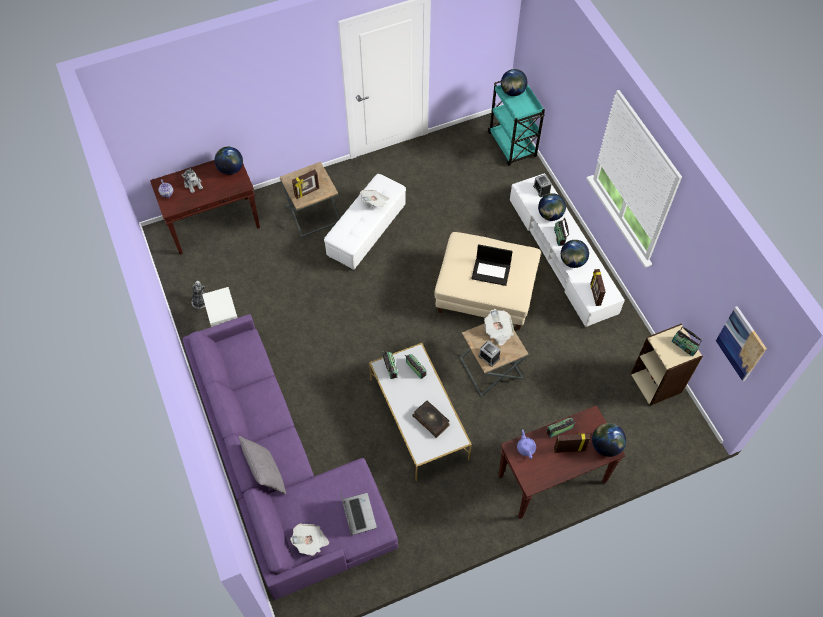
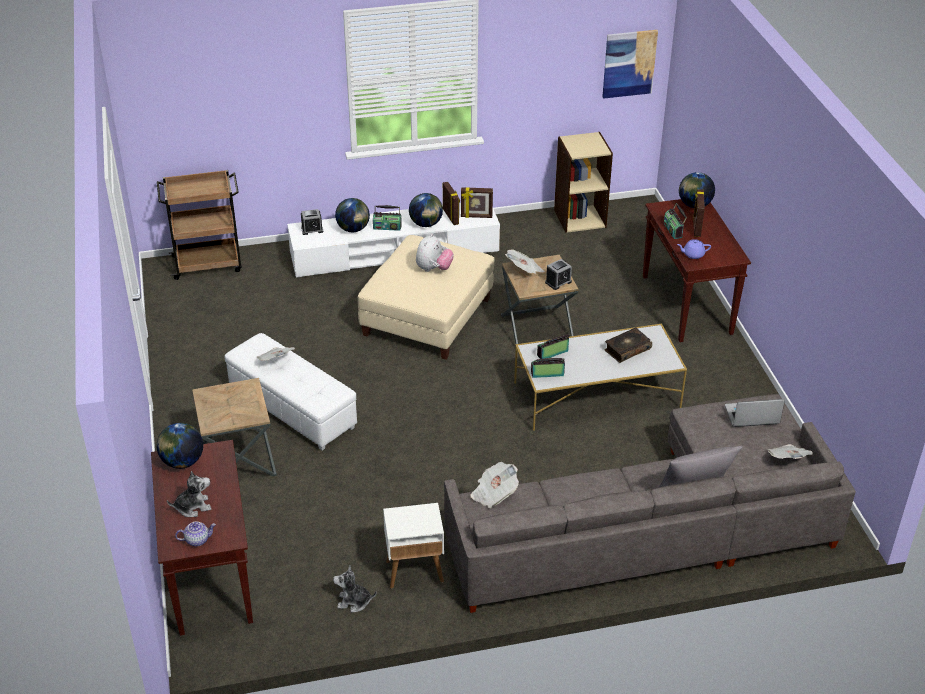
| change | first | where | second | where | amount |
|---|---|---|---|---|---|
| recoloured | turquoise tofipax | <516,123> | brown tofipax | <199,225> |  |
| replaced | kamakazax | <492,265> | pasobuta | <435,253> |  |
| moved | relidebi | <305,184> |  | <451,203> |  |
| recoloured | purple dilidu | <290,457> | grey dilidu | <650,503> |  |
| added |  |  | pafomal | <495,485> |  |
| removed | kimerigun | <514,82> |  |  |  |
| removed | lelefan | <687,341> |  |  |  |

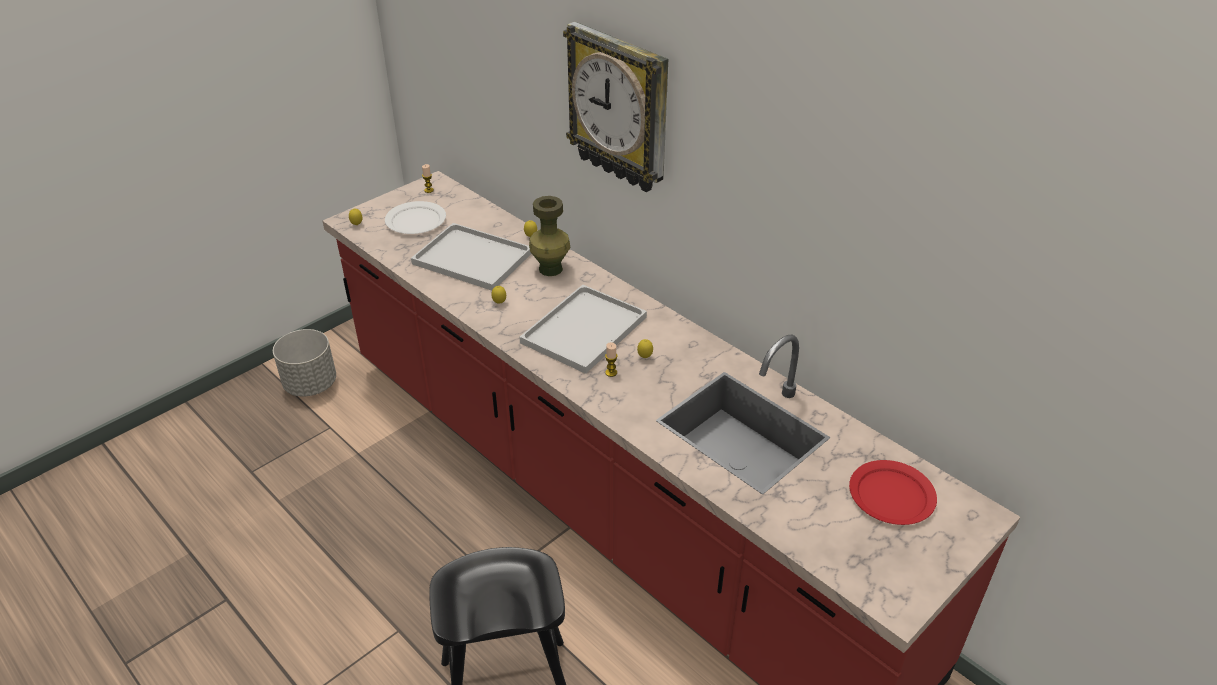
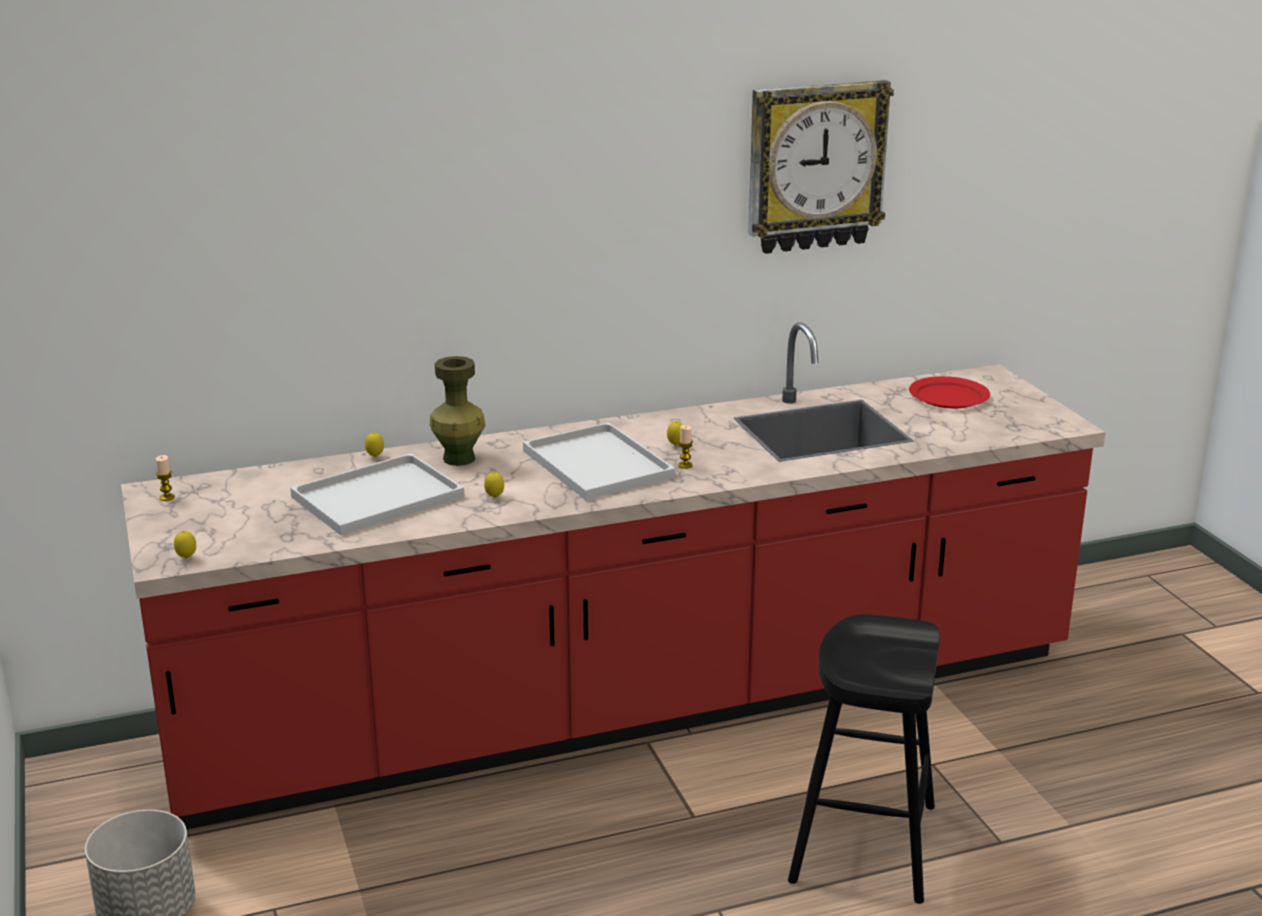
| change | first | where | second | where | amount |
|---|---|---|---|---|---|
| moved | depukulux | <615,107> |  | <821,167> |  |
| removed | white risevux | <415,217> |  |  |  |

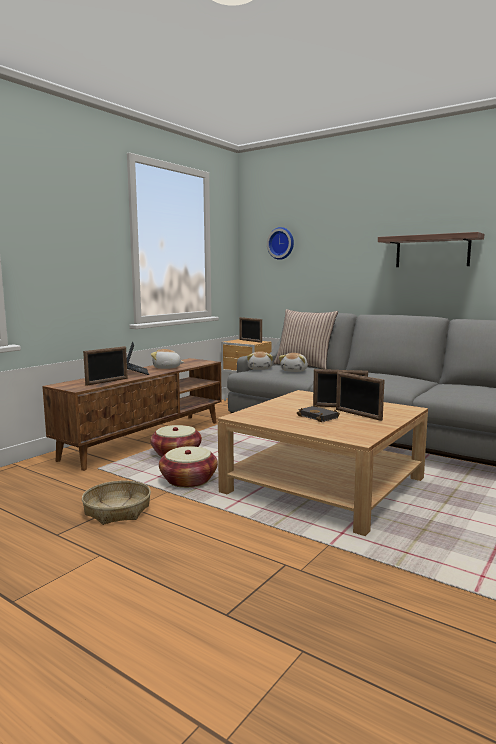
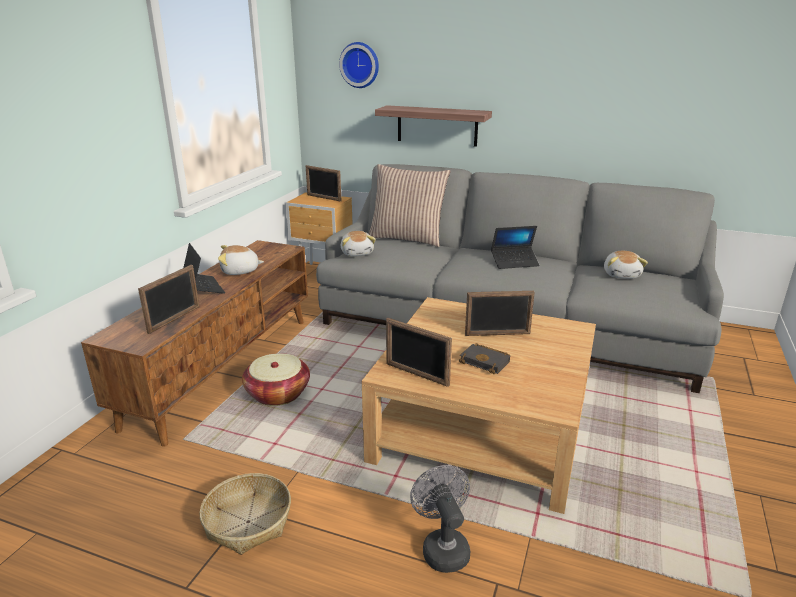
| change | first | where | second | where | amount |
|---|---|---|---|---|---|
| moved | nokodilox | <431,249> |  | <433,126> |  |
| moved | relidebi | <360,396> |  | <419,352> |  |
| added |  |  | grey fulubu | <440,519> |  |
| added |  |  | kamakazax | <515,247> |  |
| moved | pasobuta | <293,362> |  | <626,265> |  |
| removed | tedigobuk | <188,467> |  |  |  |

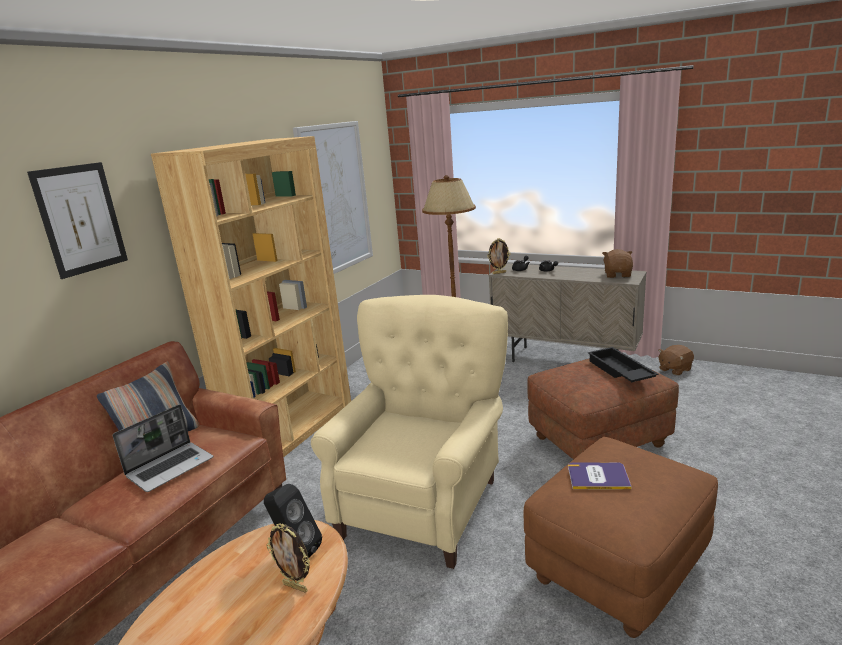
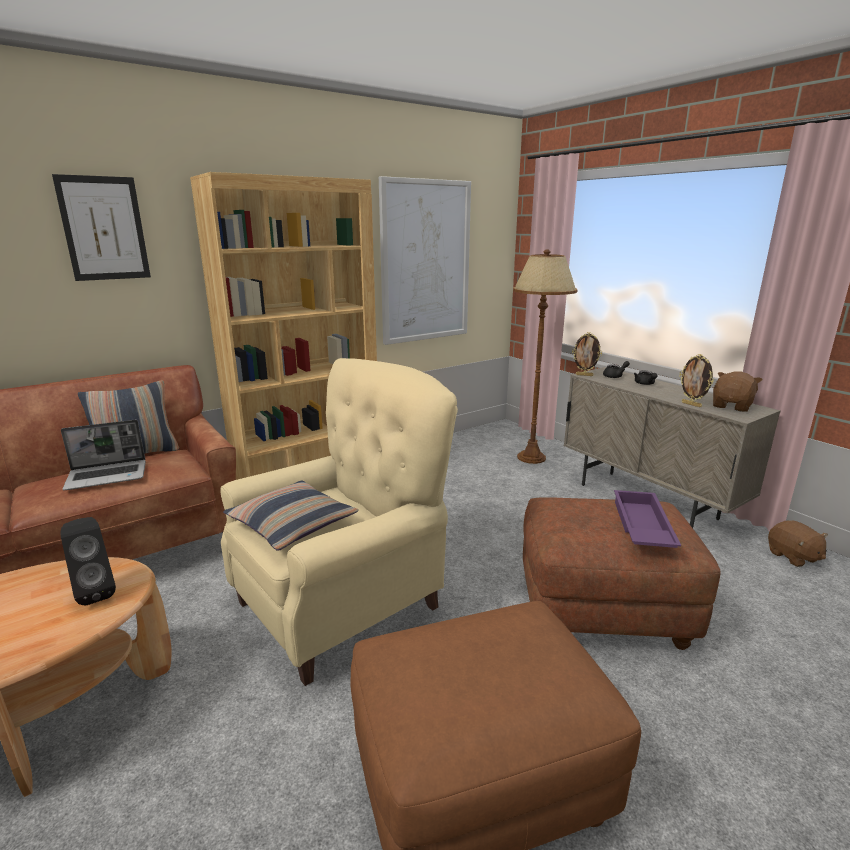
| change | first | where | second | where | amount |
|---|---|---|---|---|---|
| added |  |  | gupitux | <291,515> |  |
| recoloured | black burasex | <623,364> | purple burasex | <647,519> |  |
| moved | relidebi | <288,558> |  | <696,380> |  |
| turned | brown pasobuta | <676,360> |  | <798,543> | 105 degrees counterclockwise |
| removed | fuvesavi | <600,476> |  |  |  |

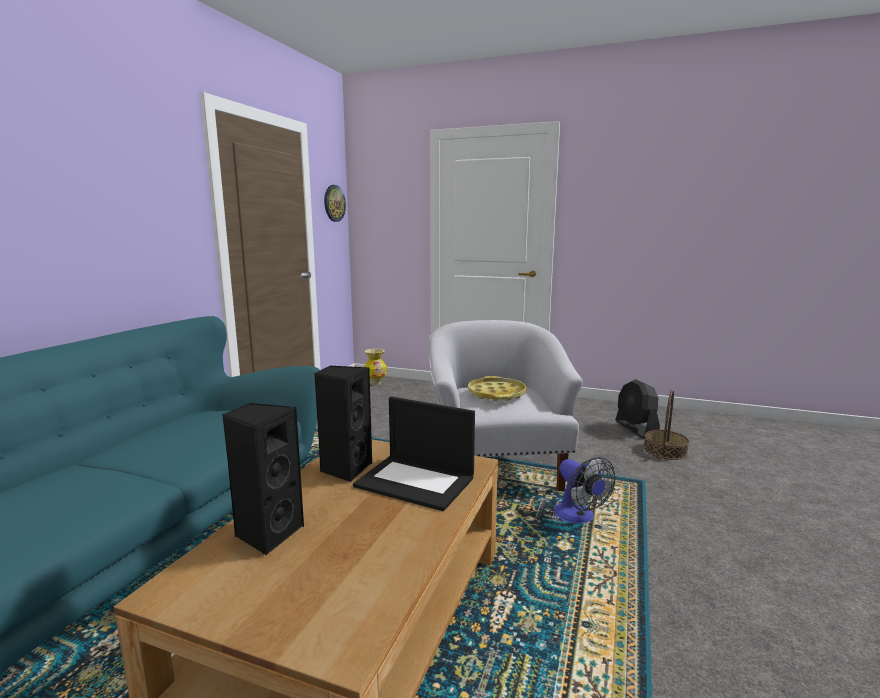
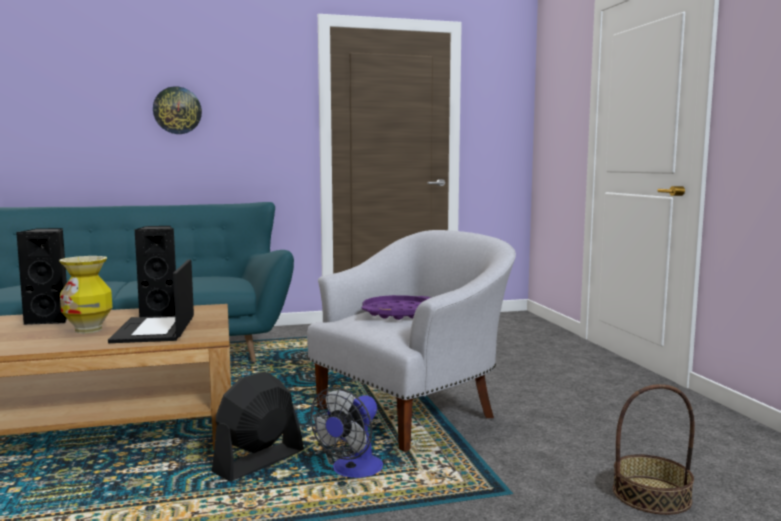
| change | first | where | second | where | amount |
|---|---|---|---|---|---|
| moved | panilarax | <375,367> |  | <86,294> |  |
| moved | depukulux | <335,203> |  | <177,110> |  |
| moved | black fulubu | <637,409> |  | <258,426> |  |
| recoloured | yellow burasex | <497,388> | purple burasex | <396,307> |  |

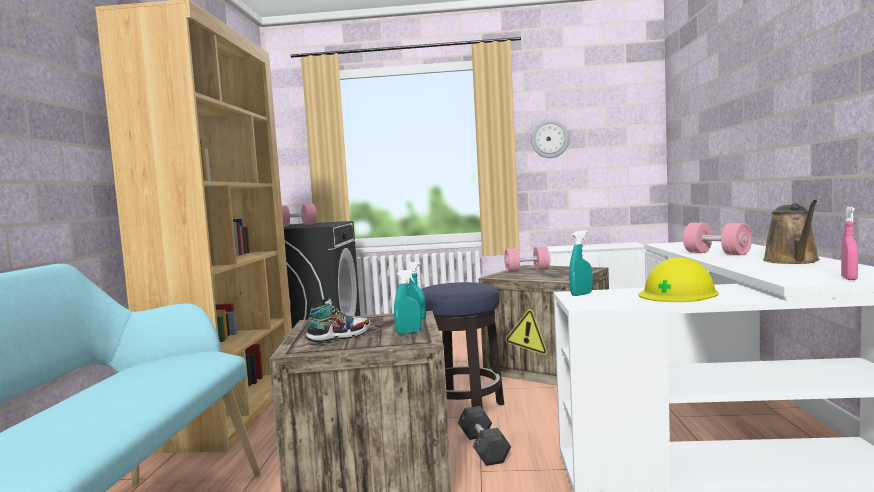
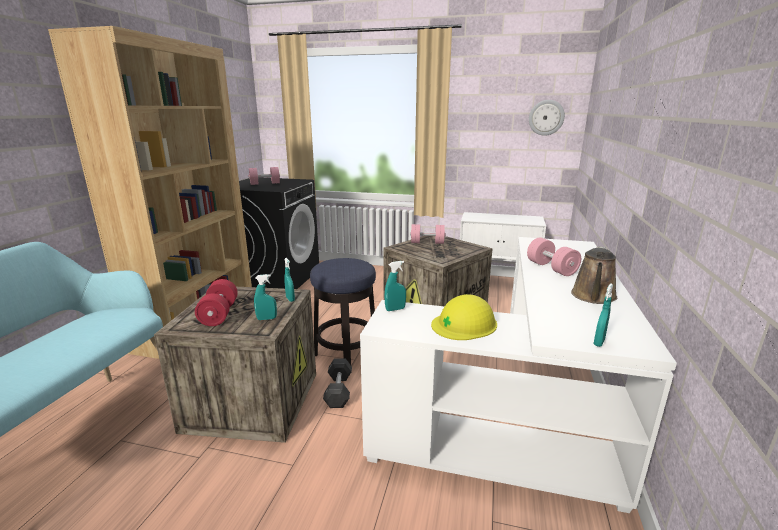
| change | first | where | second | where | amount |
|---|---|---|---|---|---|
| replaced | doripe | <338,319> | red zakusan | <216,302> |  |
| moved | depukulux | <550,139> |  | <547,118> |  |
| recoloured | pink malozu | <849,243> | turquoise malozu | <603,315> |  |

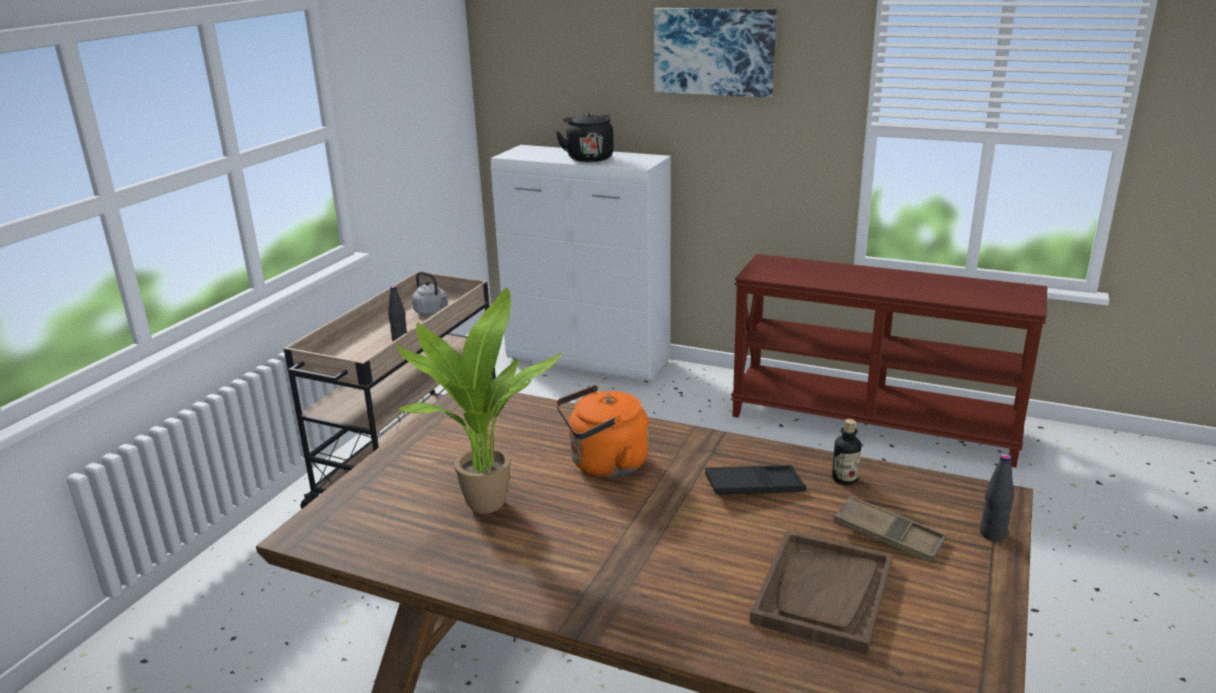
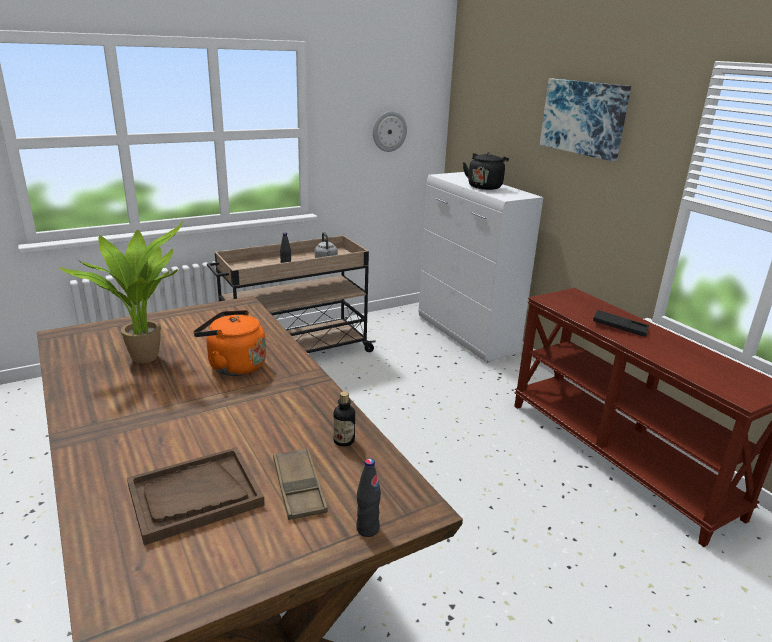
| change | first | where | second | where | amount |
|---|---|---|---|---|---|
| added |  |  | depukulux | <390,131> |  |
| moved | black burasex | <755,480> |  | <621,323> |  |

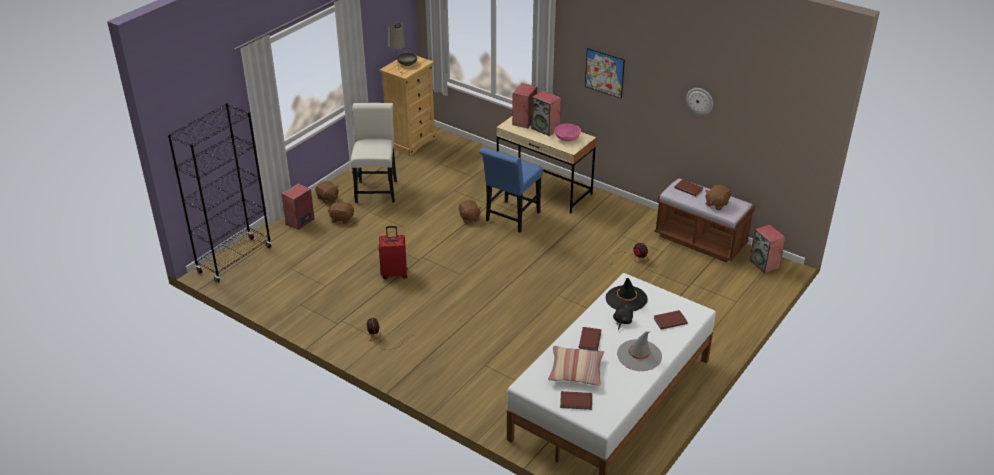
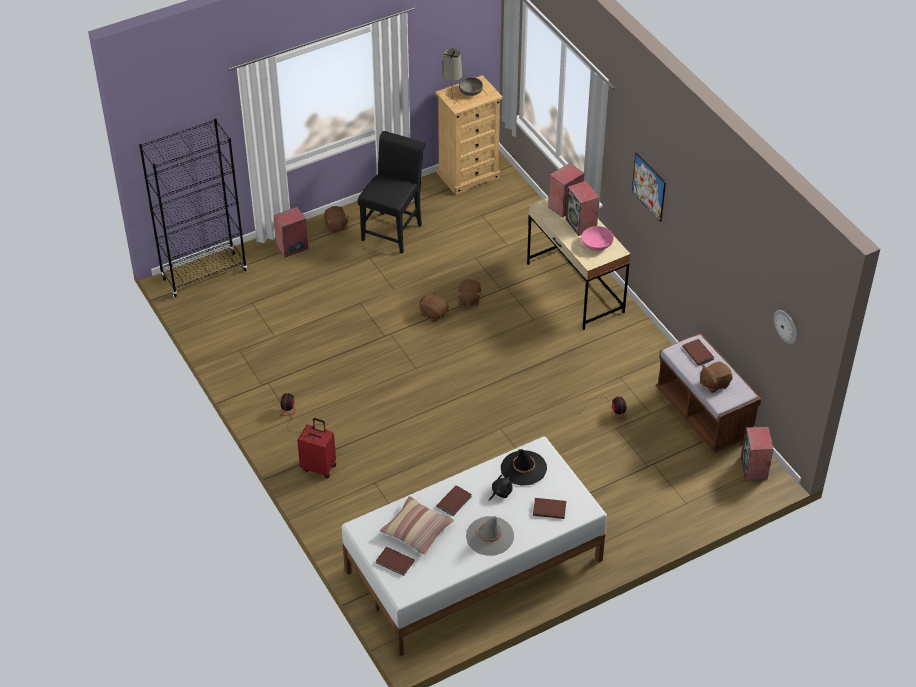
| change | first | where | second | where | amount |
|---|---|---|---|---|---|
| moved | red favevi | <393,252> |  | <316,448> |  |
| recoloured | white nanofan | <374,153> | black nanofan | <392,192> |  |
| moved | brown pasobuta | <341,212> |  | <433,307> |  |
| moved | depukulux | <699,101> |  | <785,327> |  |
| removed | blue nanofan | <511,189> |  |  |  |

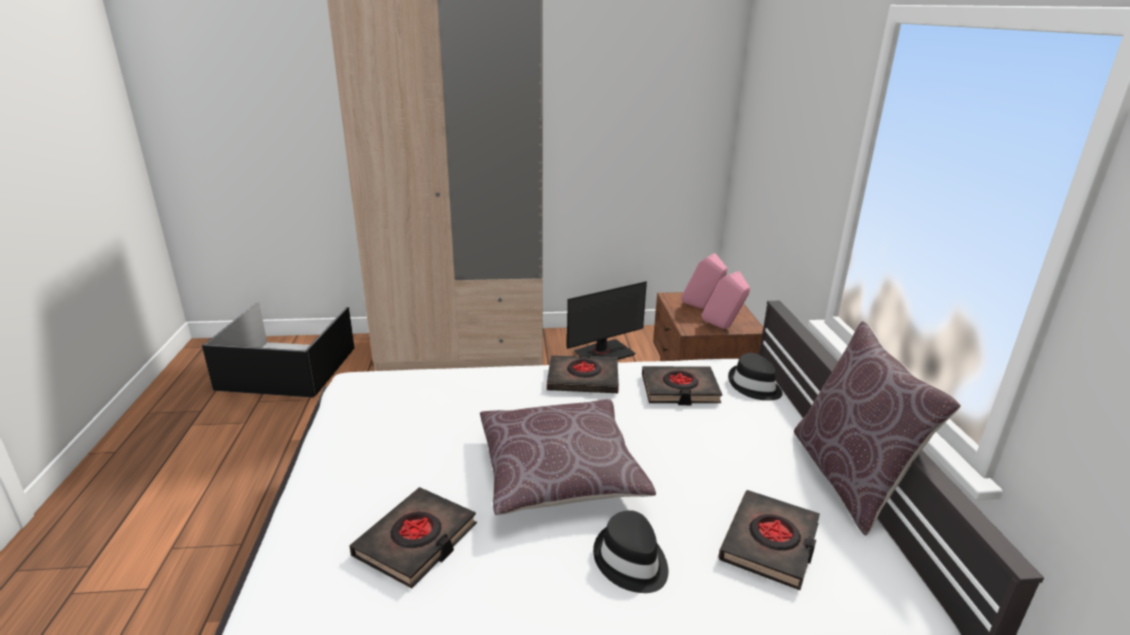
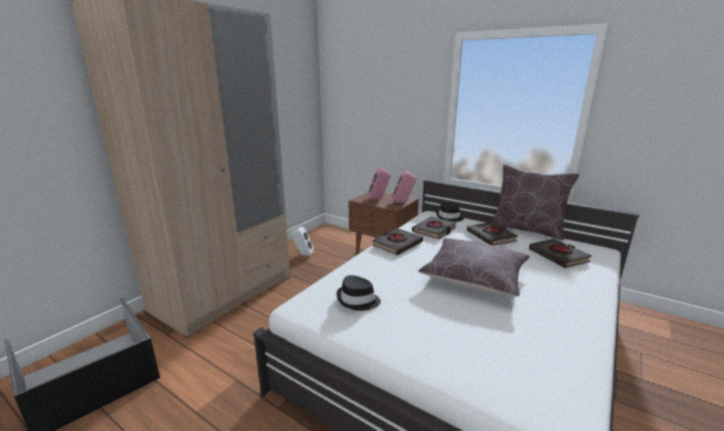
| change | first | where | second | where | amount |
|---|---|---|---|---|---|
| replaced | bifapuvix | <607,320> | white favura | <302,241> |  |
| moved | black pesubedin | <630,551> |  | <358,293> |  |
| moved | black fuvesavi | <413,537> |  | <492,234> |  |

